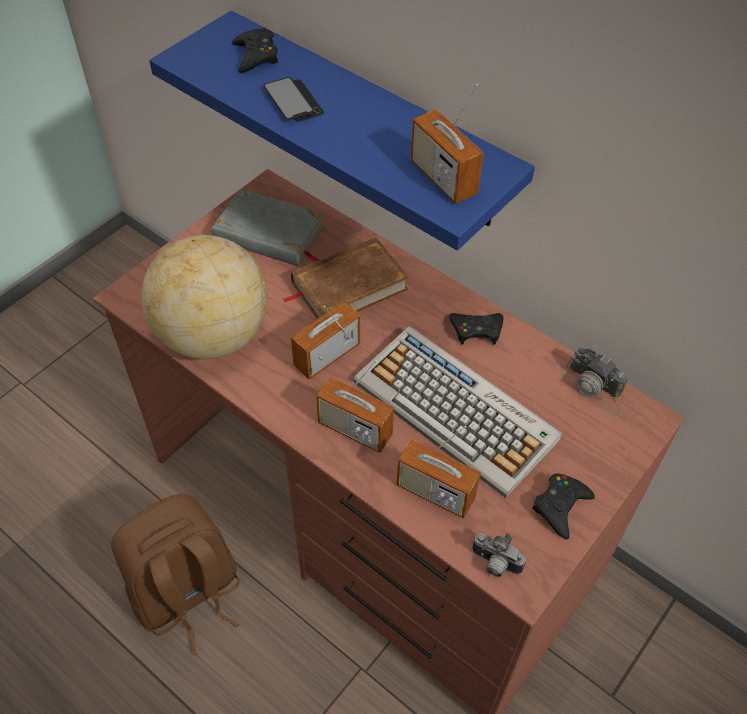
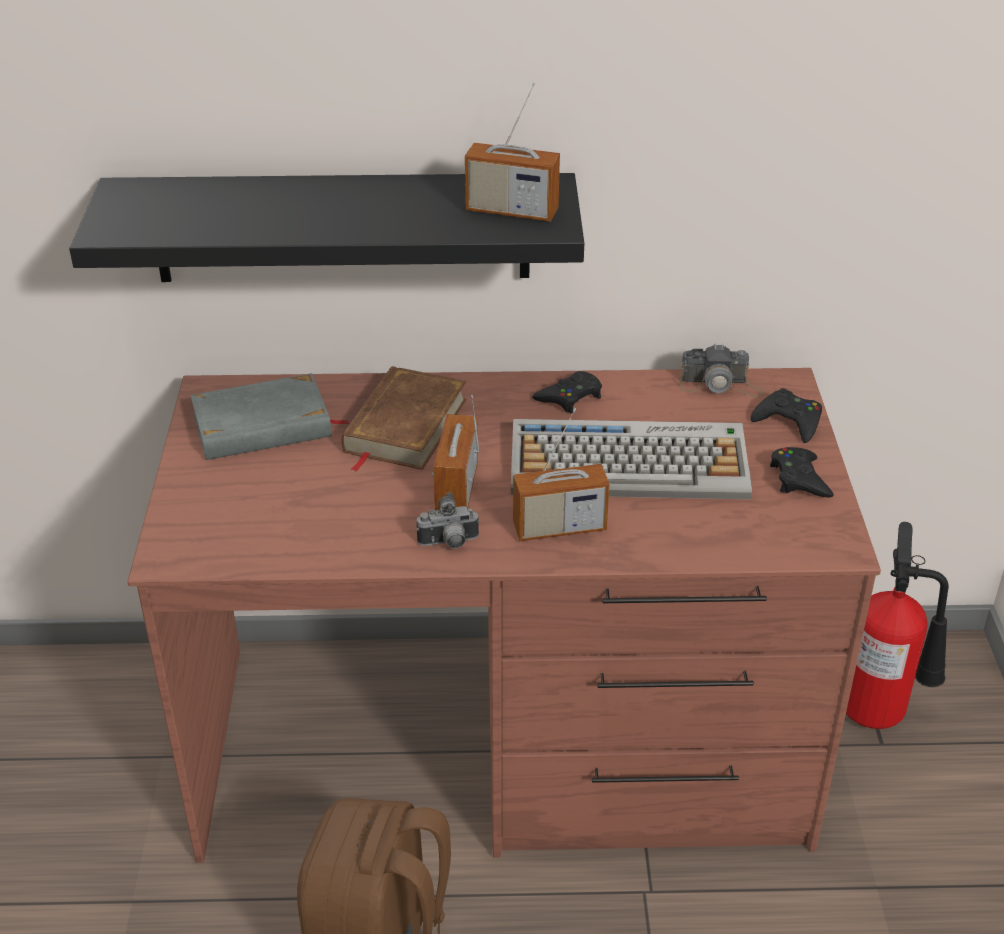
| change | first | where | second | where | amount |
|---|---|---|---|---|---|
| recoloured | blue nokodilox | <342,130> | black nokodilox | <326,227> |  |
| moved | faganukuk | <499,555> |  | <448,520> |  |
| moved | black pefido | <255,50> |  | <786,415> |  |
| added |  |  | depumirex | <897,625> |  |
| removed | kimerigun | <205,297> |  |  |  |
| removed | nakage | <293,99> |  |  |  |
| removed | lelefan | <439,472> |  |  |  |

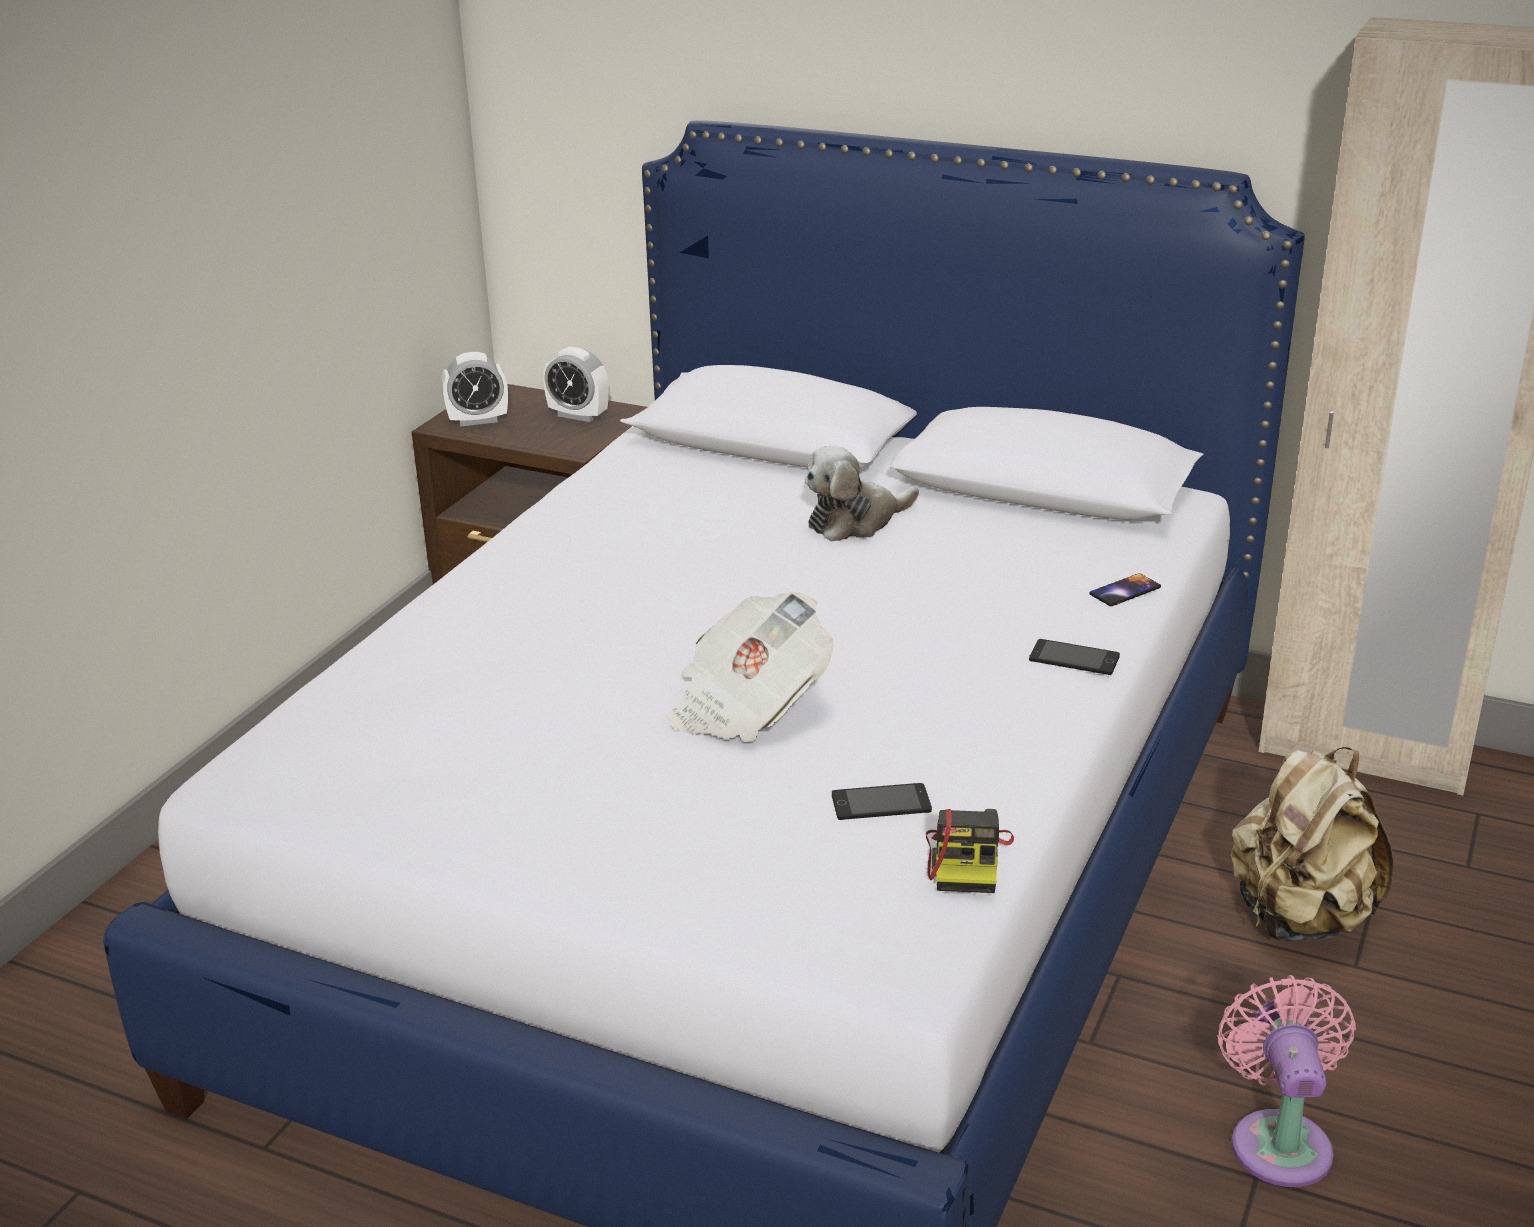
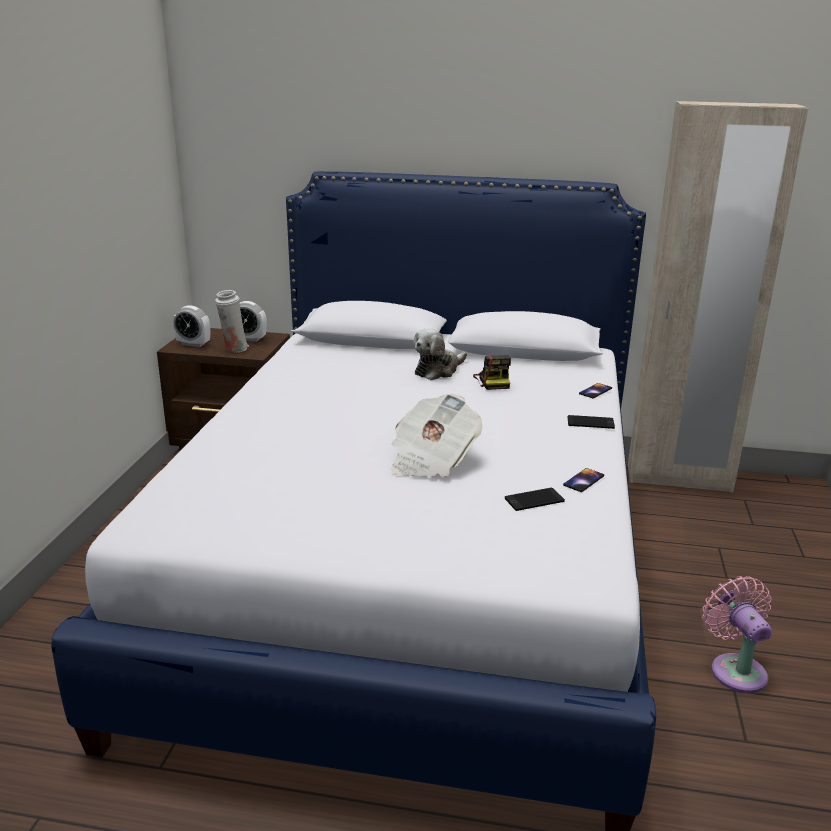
| change | first | where | second | where | amount |
|---|---|---|---|---|---|
| turned | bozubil | <474,389> |  | <191,326> | 45 degrees clockwise |
| added |  |  | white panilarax | <232,321> |  |
| moved | faganukuk | <970,851> |  | <492,372> |  |
| added |  |  | nakage | <583,480> |  |
| removed | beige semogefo | <1312,844> |  |  |  |

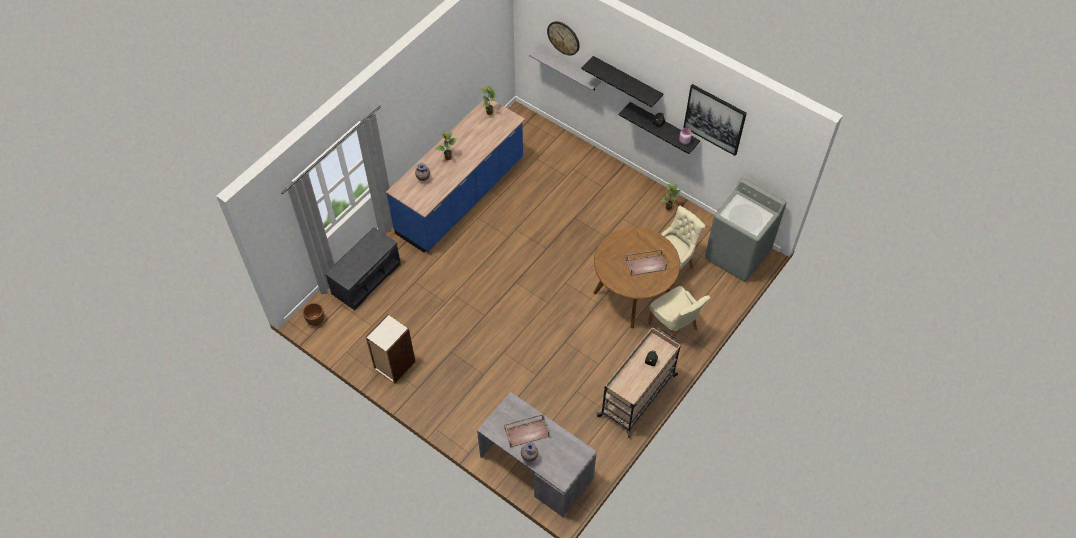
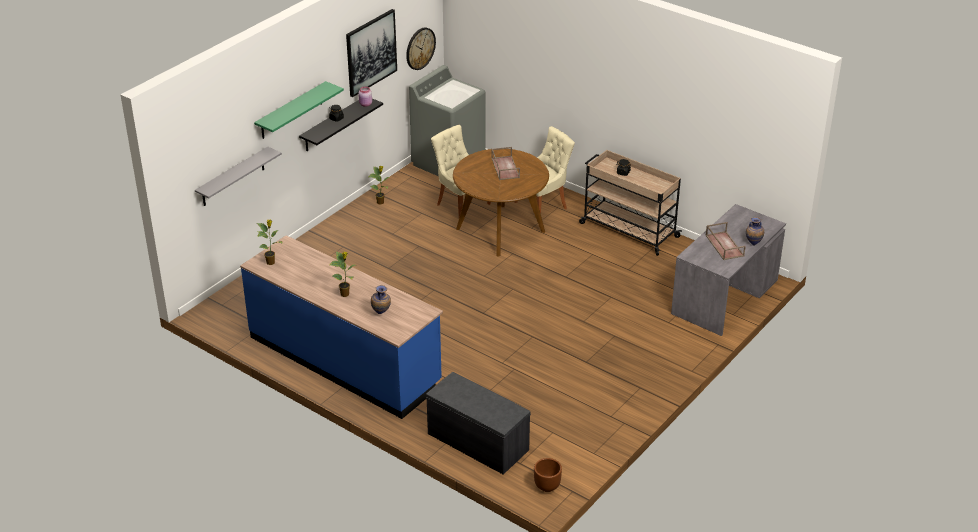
| change | first | where | second | where | amount |
|---|---|---|---|---|---|
| recoloured | black nokodilox | <622,81> | green nokodilox | <299,110> |  |
| moved | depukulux | <563,38> |  | <421,49> |  |
| removed | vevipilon | <391,349> |  |  |  |

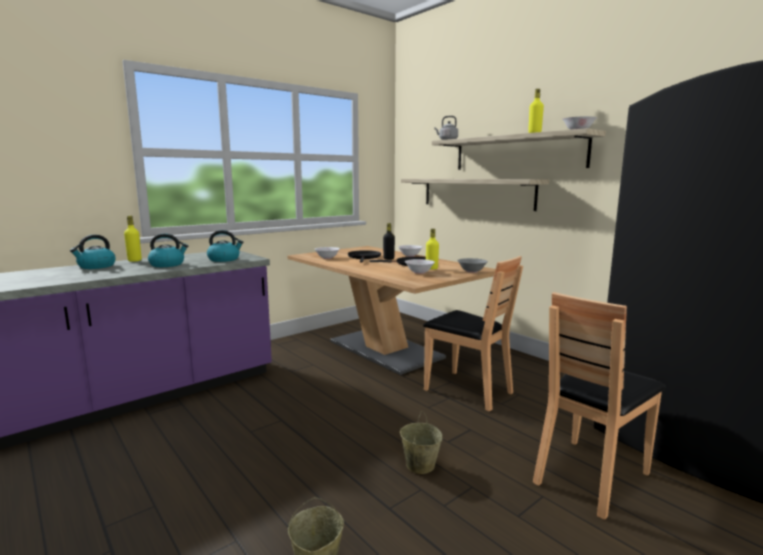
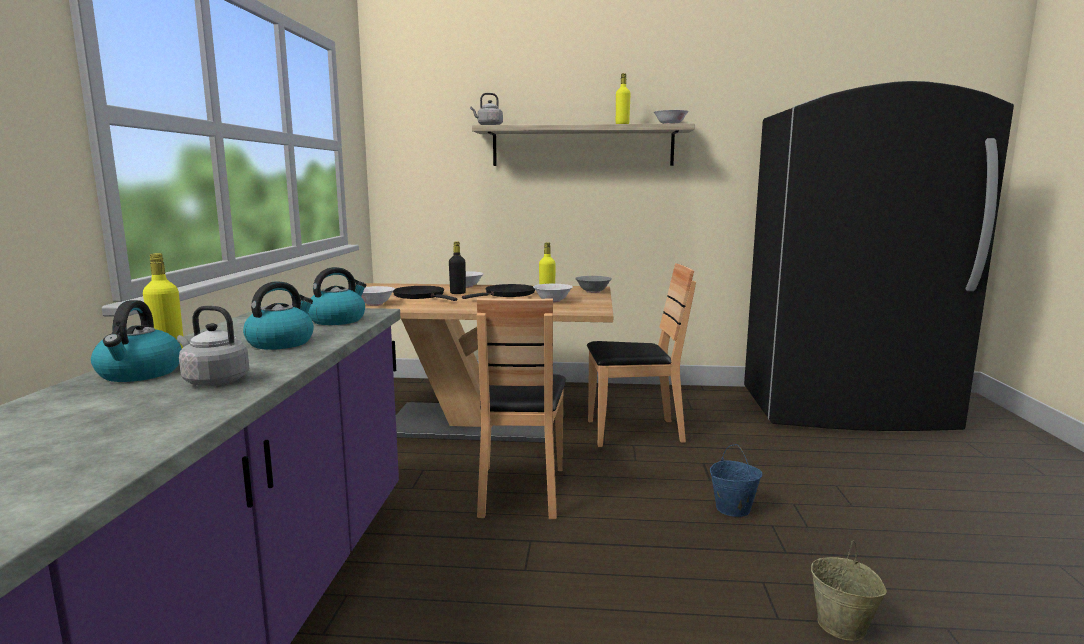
| change | first | where | second | where | amount |
|---|---|---|---|---|---|
| added |  |  | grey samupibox | <213,346> |  |
| moved | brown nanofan | <599,406> |  | <521,408> |  |
| recoloured | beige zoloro | <421,442> | blue zoloro | <736,480> |  |
| removed | nokodilox | <475,195> |  |  |  |

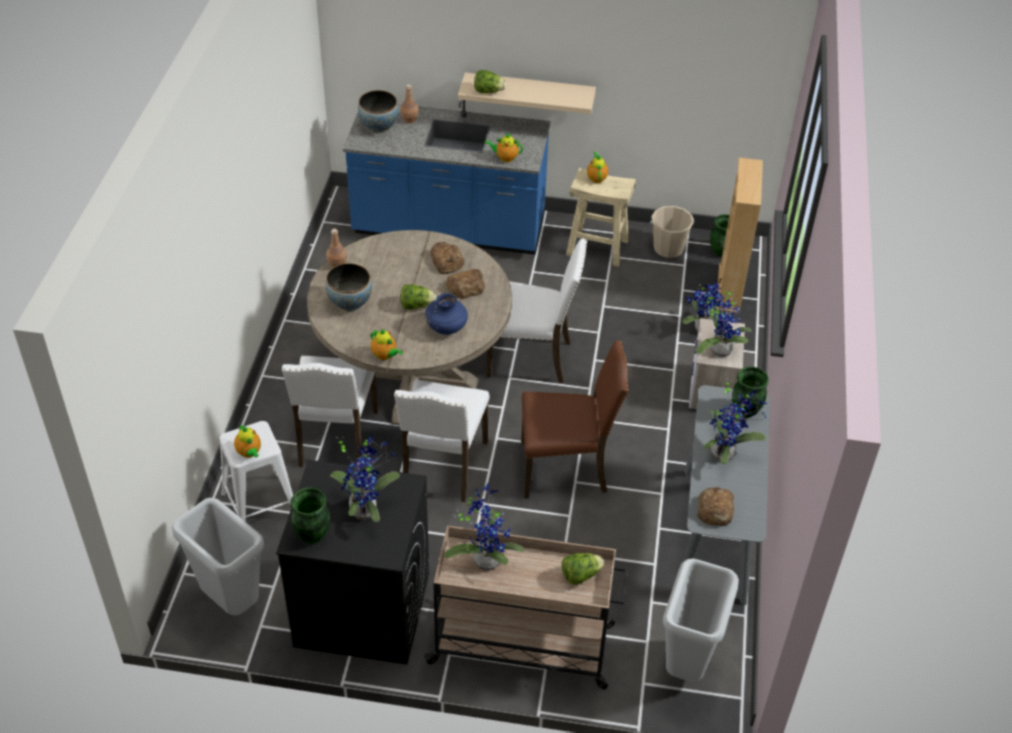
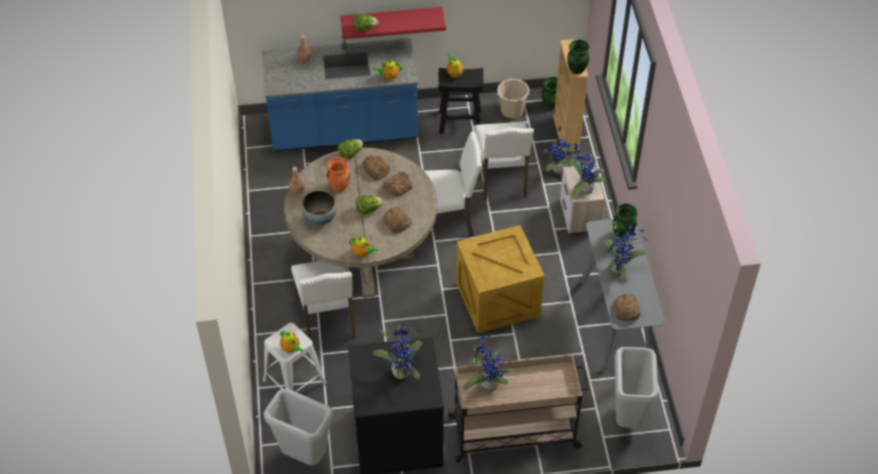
| change | first | where | second | where | amount |
|---|---|---|---|---|---|
| added |  |  | orange panilarax | <338,174> |  |
| moved | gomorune | <583,569> |  | <350,149> |  |
| recoloured | beige nokodilox | <527,93> | red nokodilox | <393,23> |  |
| replaced | blue panilarax | <446,314> | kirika | <397,220> |  |
| recoloured | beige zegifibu | <601,217> | black zegifibu | <461,101> |  |
| replaced | brown nanofan | <575,419> | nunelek | <500,279> |  |
| moved | white nanofan | <441,441> |  | <504,161> |  |
| moved | green panilarax | <310,515> |  | <578,57> |  |
| removed | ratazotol | <378,111> |  |  |  |

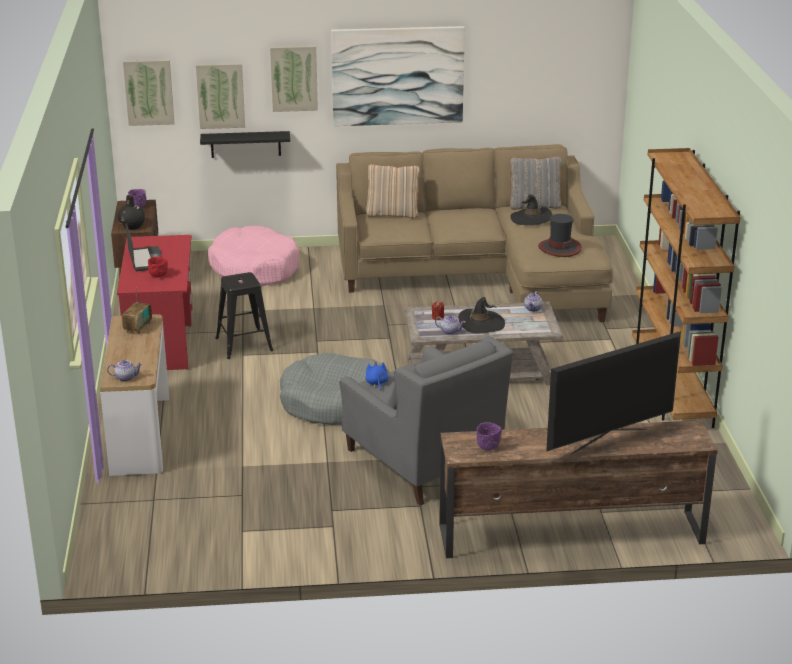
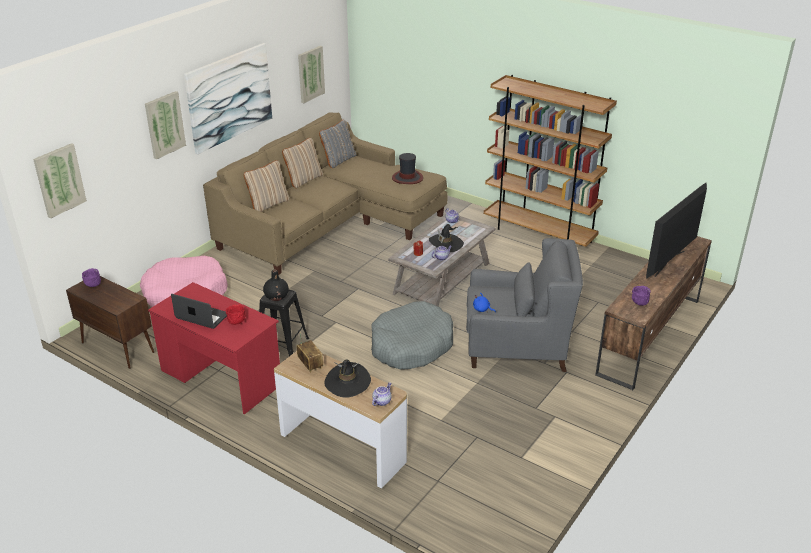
| change | first | where | second | where | amount |
|---|---|---|---|---|---|
| moved | black panilarax | <131,212> |  | <276,285> |  |
| added |  |  | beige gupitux | <302,163> |  |
| moved | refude | <220,96> |  | <311,74> |  |
| moved | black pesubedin | <531,210> |  | <347,379> |  |
| turned | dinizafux | <613,392> |  | <676,231> | 150 degrees counterclockwise |
| removed | black nokodilox | <245,144> |  |  |  |

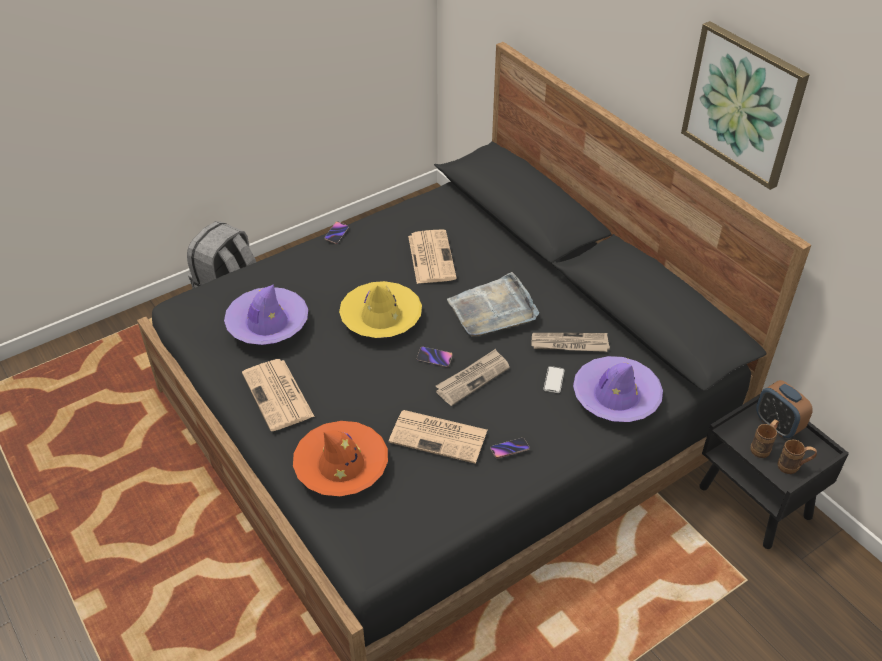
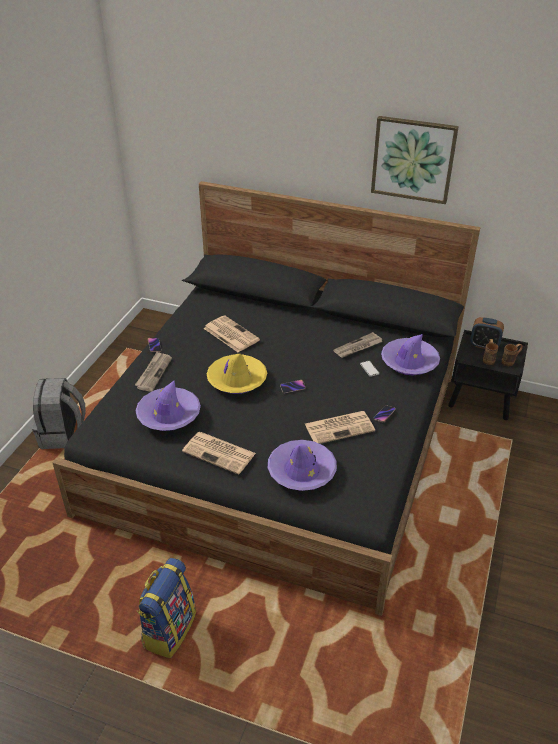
| change | first | where | second | where | amount |
|---|---|---|---|---|---|
| moved | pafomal | <473,377> |  | <153,372> |  |
| added |  |  | semogefo | <166,608> |  |
| recoloured | orange pesubedin | <340,458> | purple pesubedin | <302,465> |  |
| removed | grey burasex | <493,304> |  |  |  |

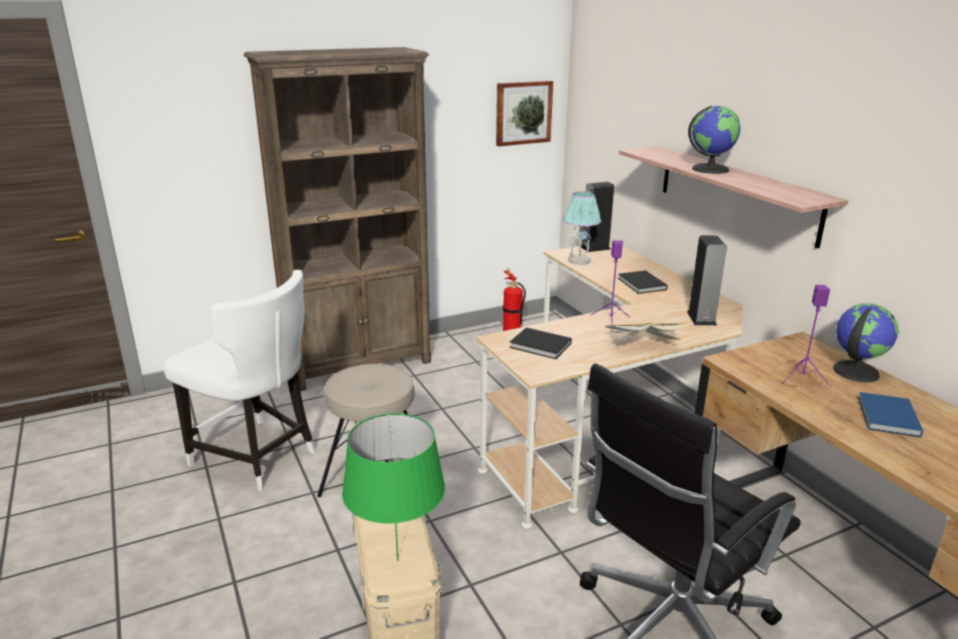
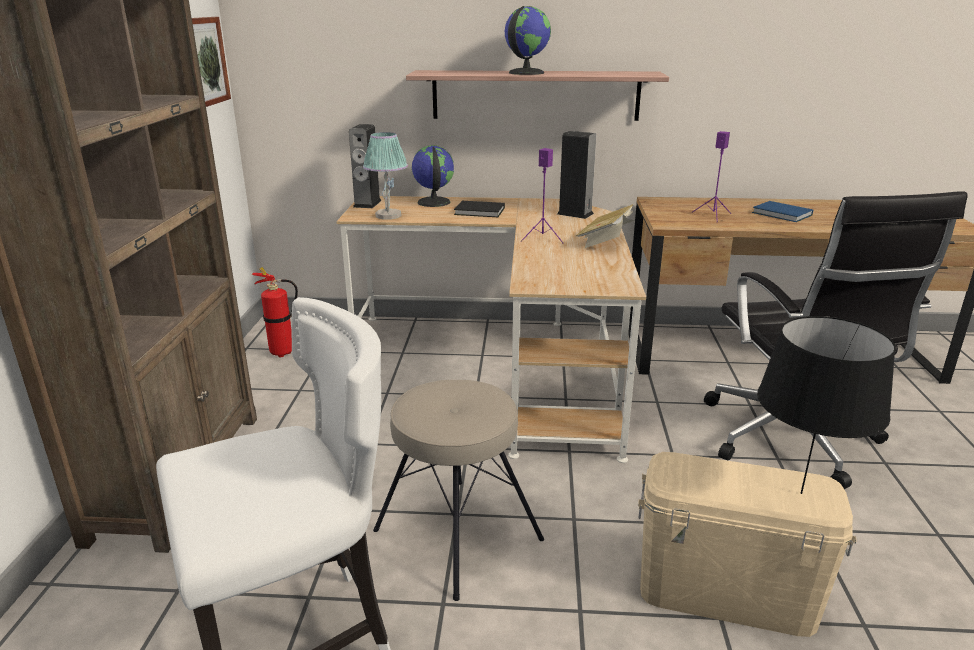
| change | first | where | second | where | amount |
|---|---|---|---|---|---|
| moved | kimerigun | <866,342> |  | <432,176> |  |
| recoloured | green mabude | <393,487> | black mabude | <826,405> |  |
| removed | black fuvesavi | <540,343> |  |  |  |

